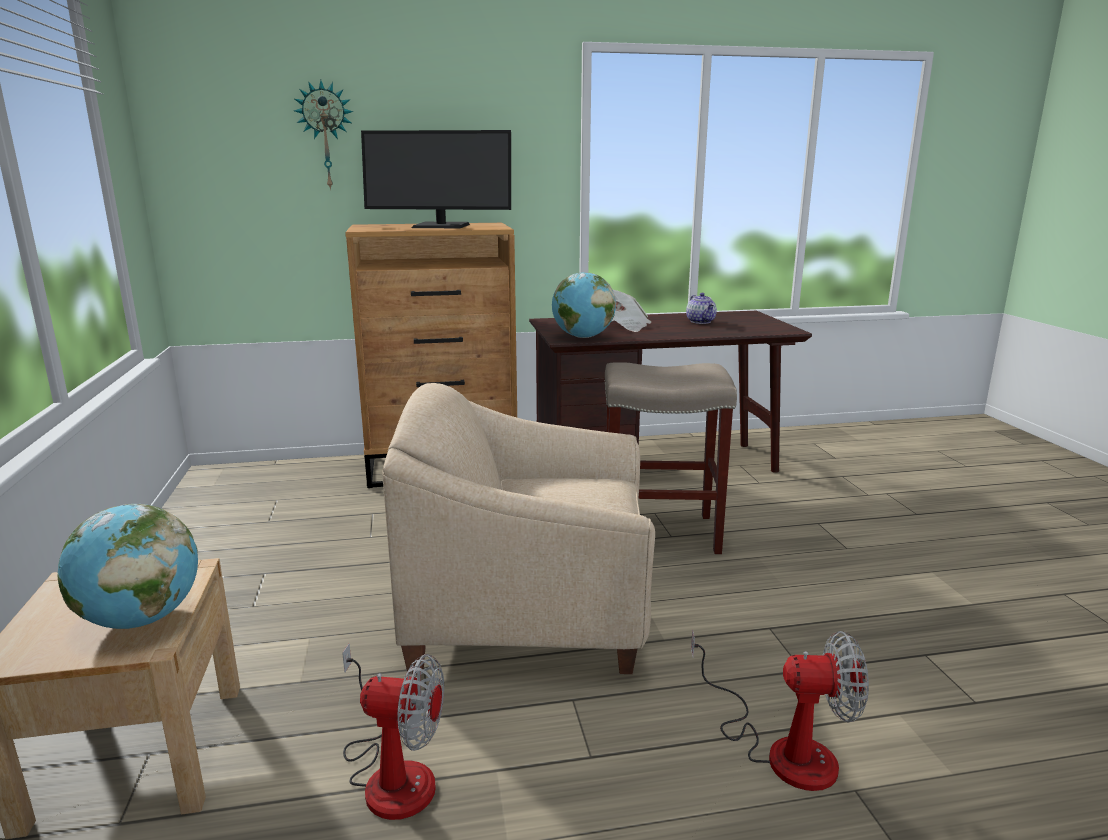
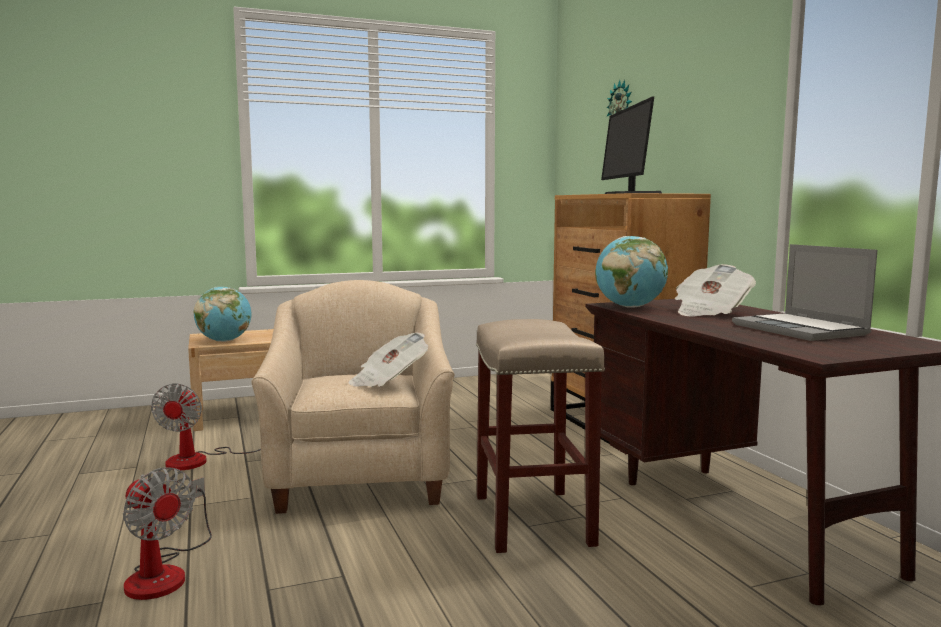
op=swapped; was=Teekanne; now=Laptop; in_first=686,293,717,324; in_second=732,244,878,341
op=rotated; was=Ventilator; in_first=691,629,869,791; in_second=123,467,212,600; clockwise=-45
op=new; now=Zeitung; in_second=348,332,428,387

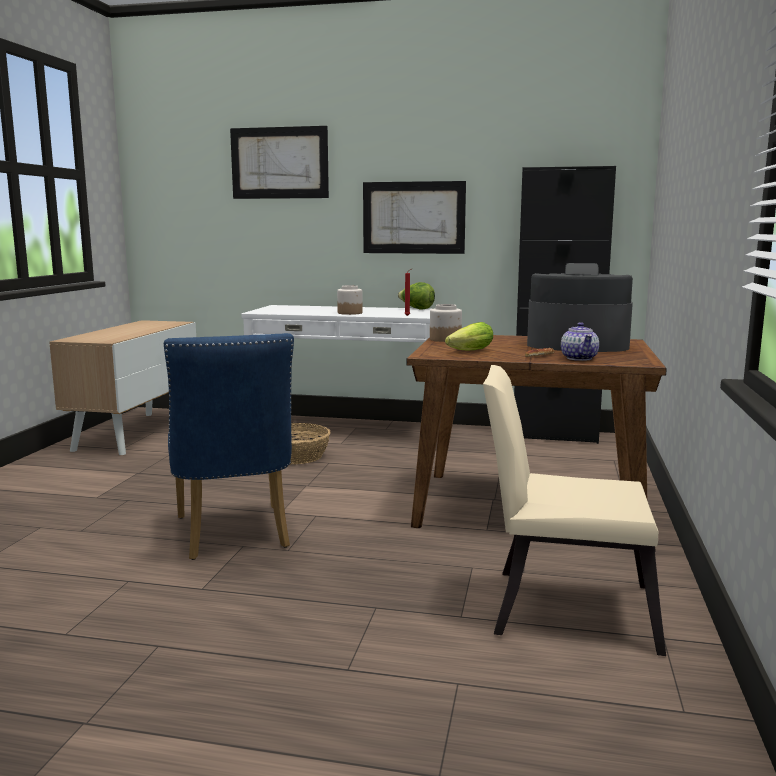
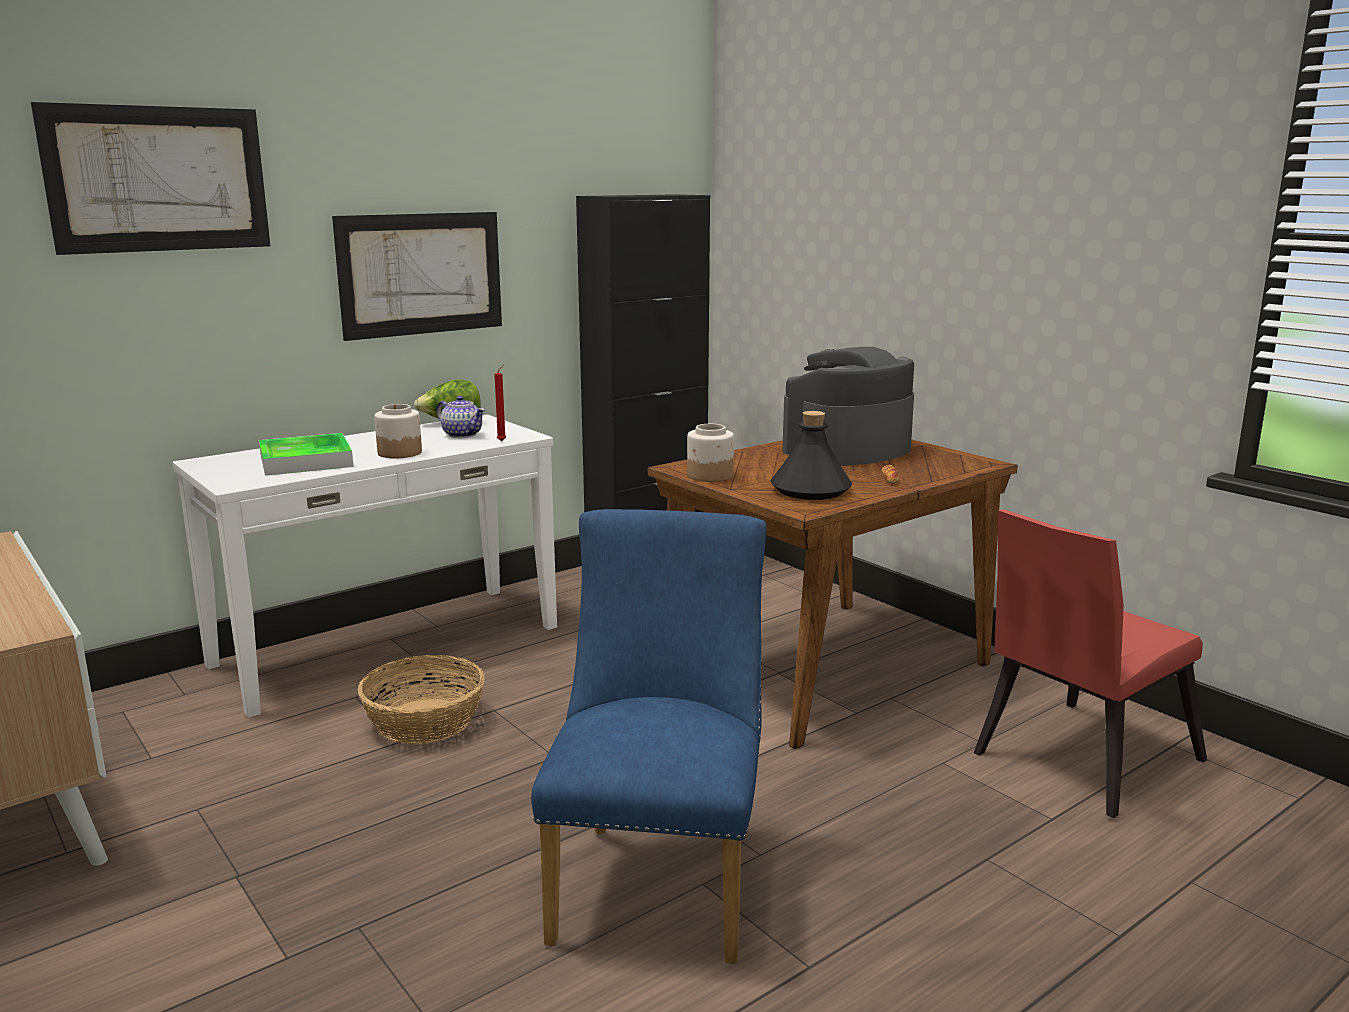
op=rotated; was=Stuhl (blau); in_first=164,333,294,560; in_second=531,509,767,964; clockwise=-105
op=swapped; was=Salatkopf; now=Flasche (schwarz); in_first=445,322,493,351; in_second=770,411,852,500
op=repainted; was=Stuhl (beige); now=Stuhl (rot); in_first=483,365,666,656; in_second=974,510,1207,818
op=shifted; was=Teekanne; in_first=561,322,599,361; in_second=437,396,485,438
op=new; now=Tablett; in_second=259,433,354,476

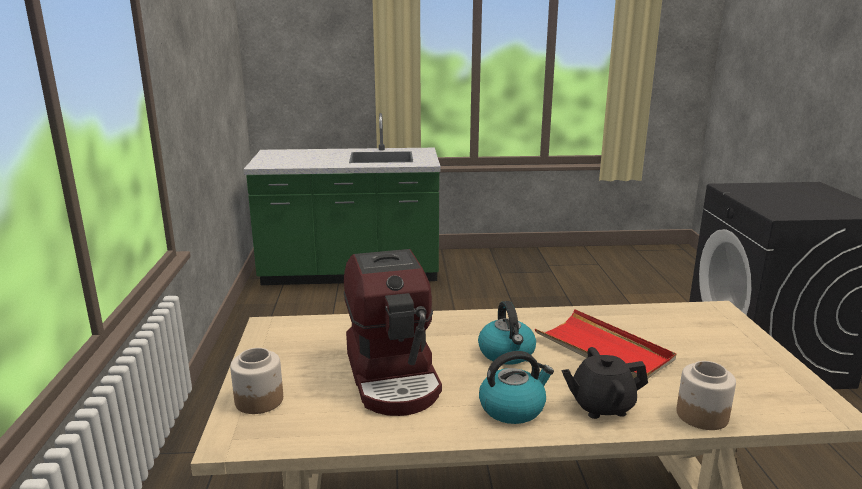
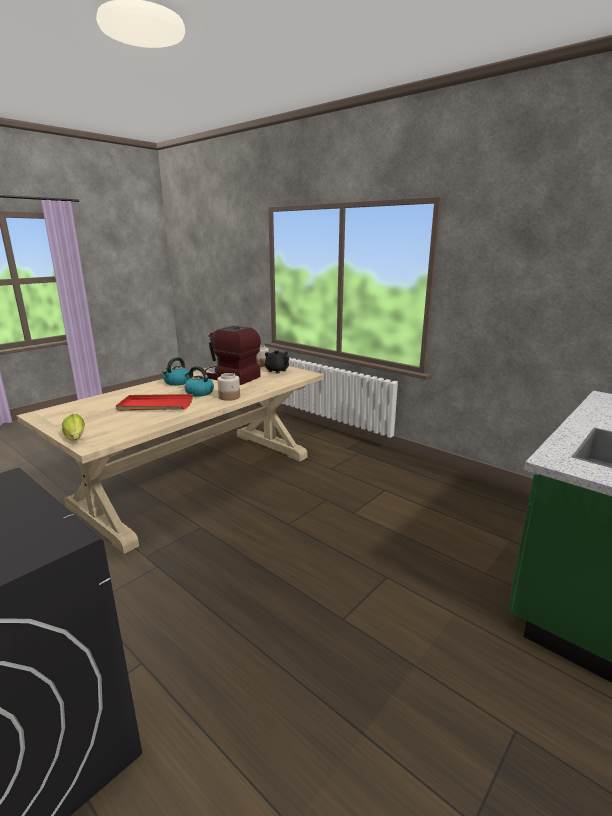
op=shifted; was=Teekanne (schwarz); in_first=562,347,648,419; in_second=265,350,289,373
op=shifted; was=Vorratsglas; in_first=676,361,736,430; in_second=217,373,240,401
op=new; now=Salatkopf; in_second=62,414,85,441

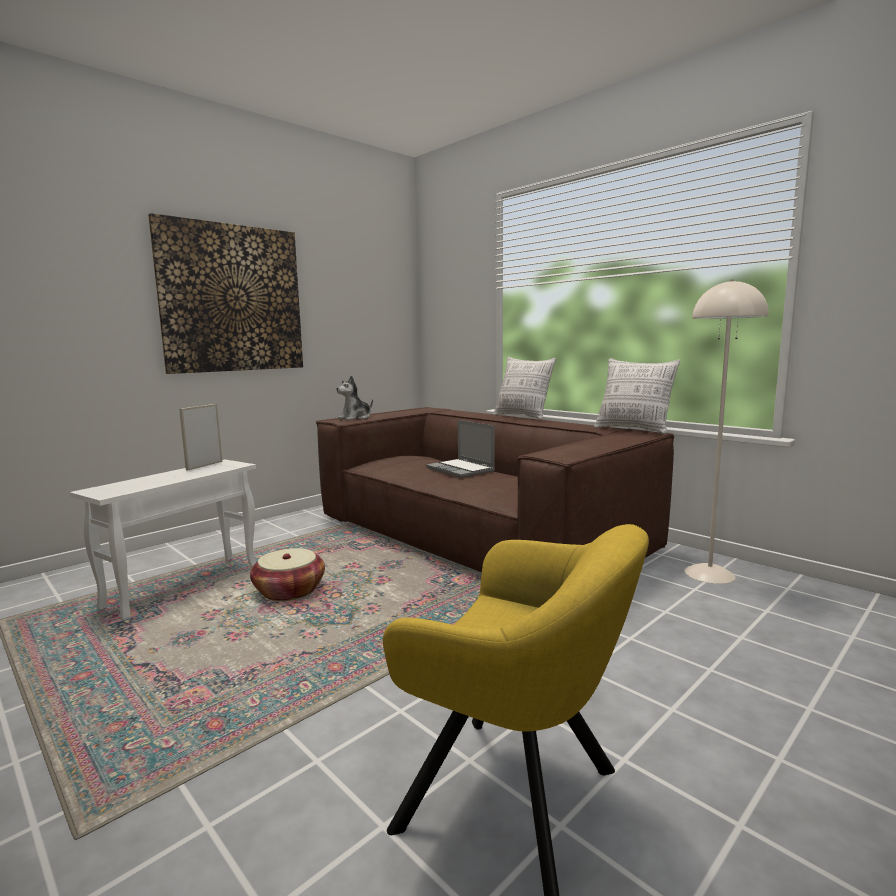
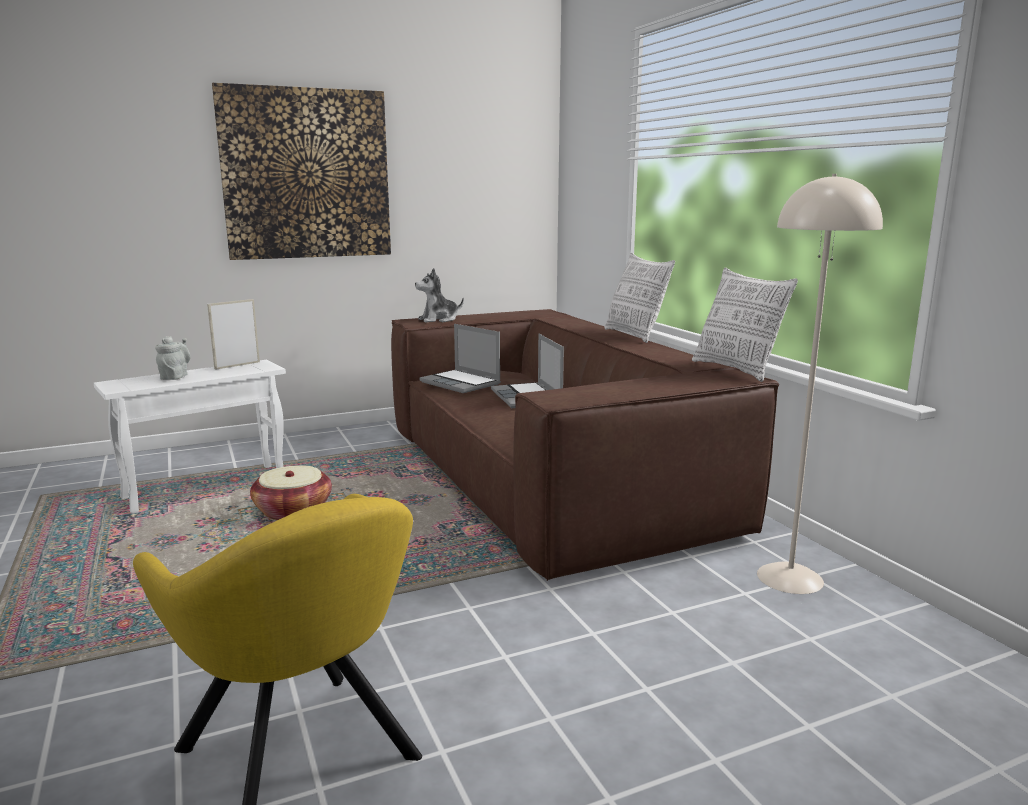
op=new; now=Teekanne (grau); in_second=155,336,191,380
op=new; now=Laptop; in_second=419,324,501,393

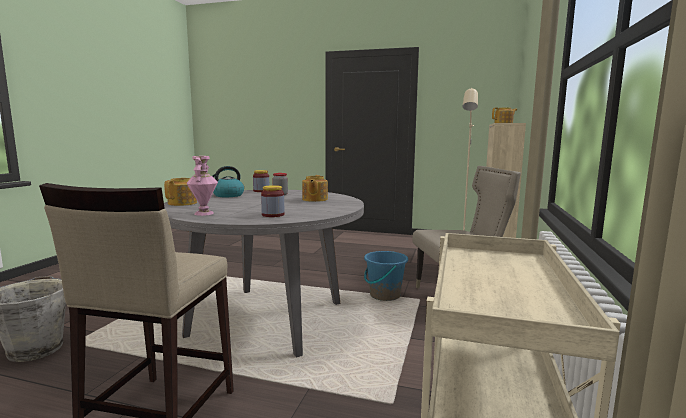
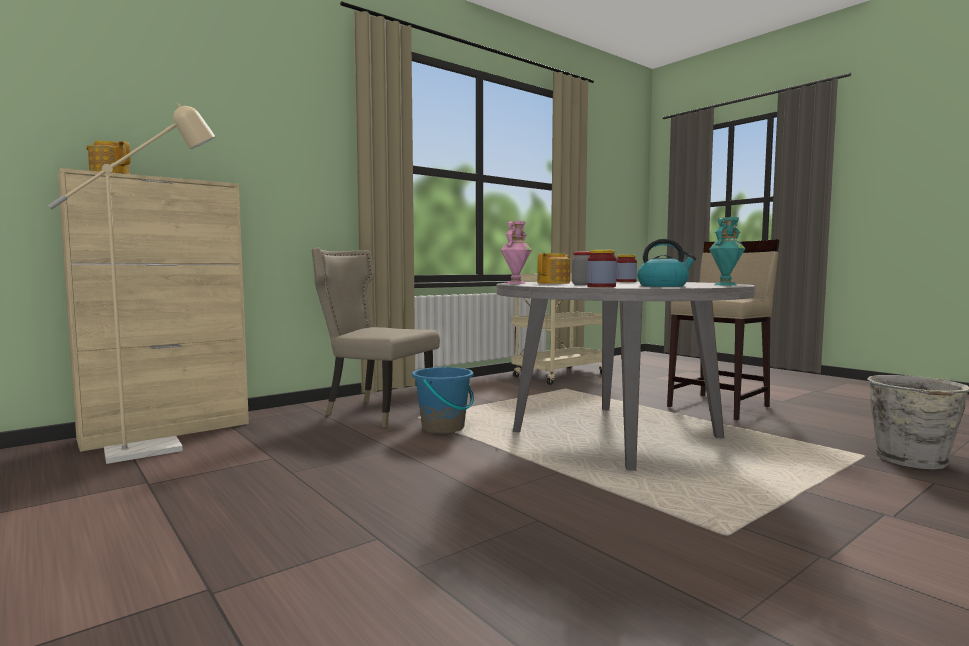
op=swapped; was=Teekanne; now=Vase (türkis); in_first=164,178,197,206; in_second=709,217,746,285
op=shifted; was=Vase (rosa); in_first=186,156,218,216; in_second=501,221,532,284

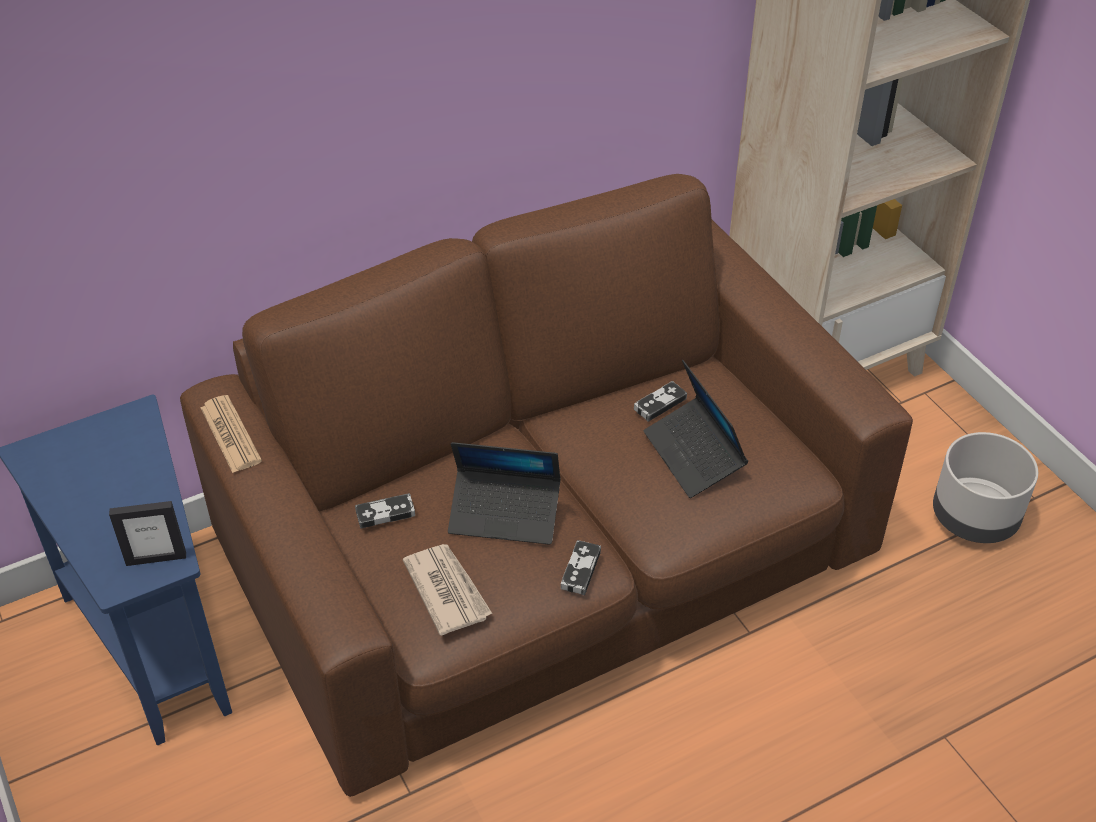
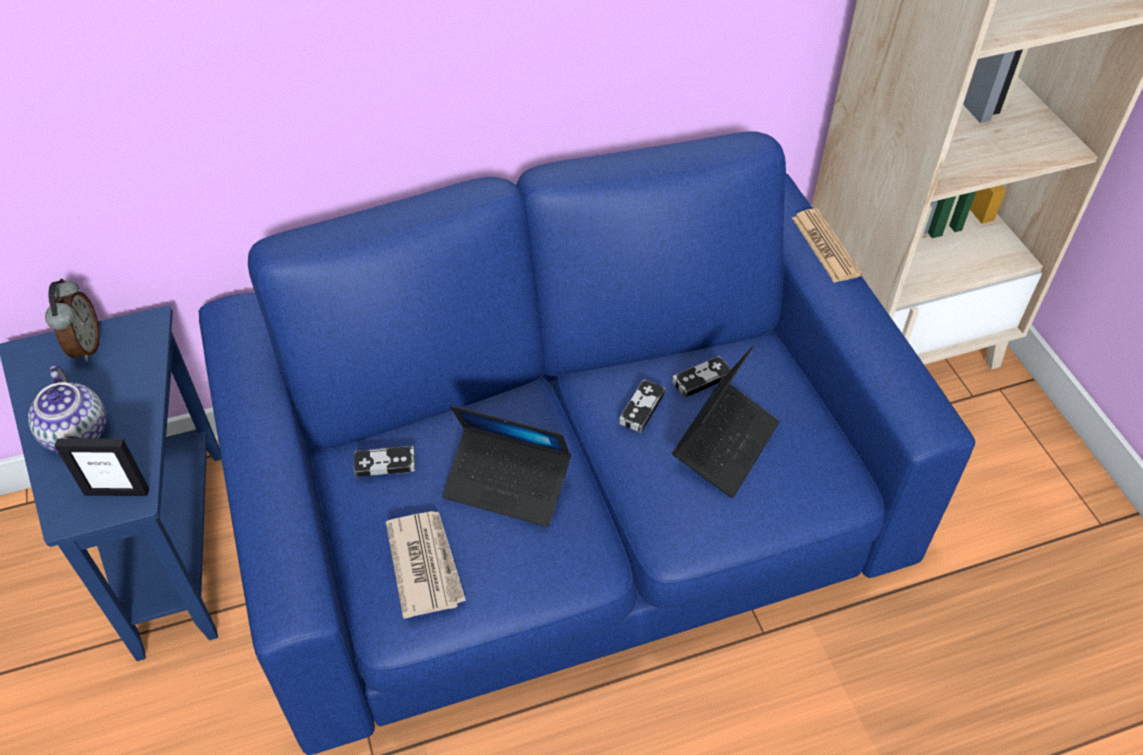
op=repainted; was=Sofa (braun); now=Sofa (blau); in_first=180,174,913,797; in_second=199,131,976,755
op=shifted; was=Zeitung; in_first=201,395,262,473; in_second=792,208,862,283
op=shifted; was=Gamepad; in_first=561,540,601,595; in_second=619,379,665,433
op=rotated; was=Laptop; in_first=644,360,748,498; in_second=672,346,779,498; clockwise=-135
op=gone; was=Pflanzkübel (grau); in_first=933,432,1038,543
op=new; now=Teekanne; in_second=28,365,107,453
op=new; now=Wecker; in_second=45,279,100,362

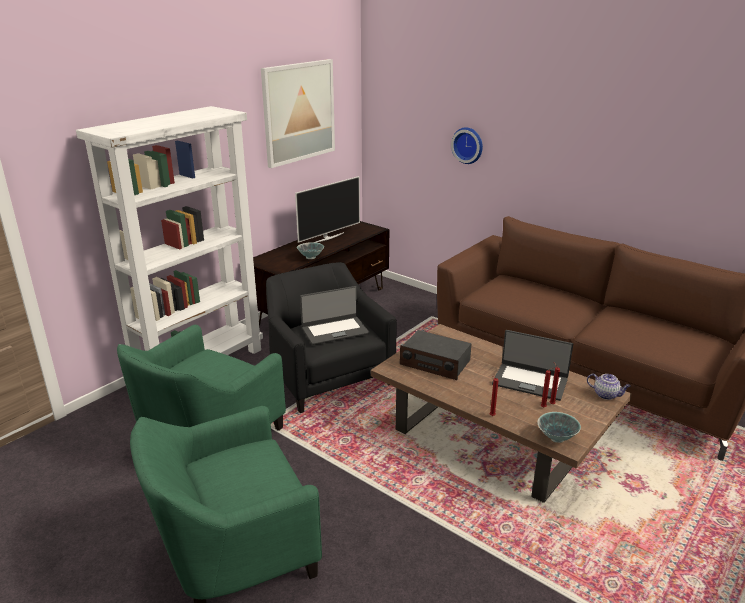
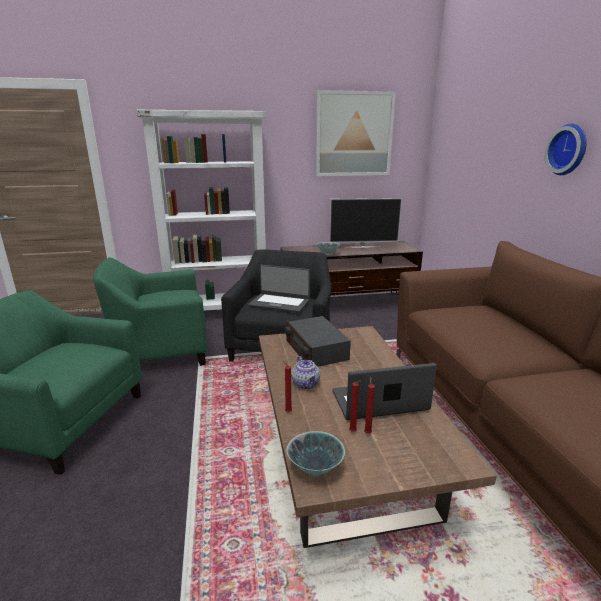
op=shifted; was=Wanduhr; in_first=451,127,483,164; in_second=545,124,587,175
op=rotated; was=Laptop; in_first=492,330,573,401; in_second=333,363,437,420; clockwise=105
op=shifted; was=Teekanne; in_first=587,373,631,400; in_second=292,356,320,389

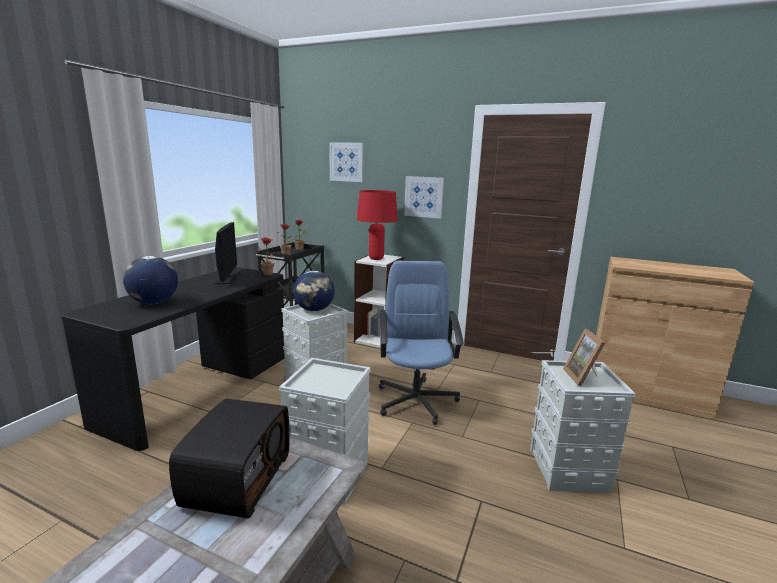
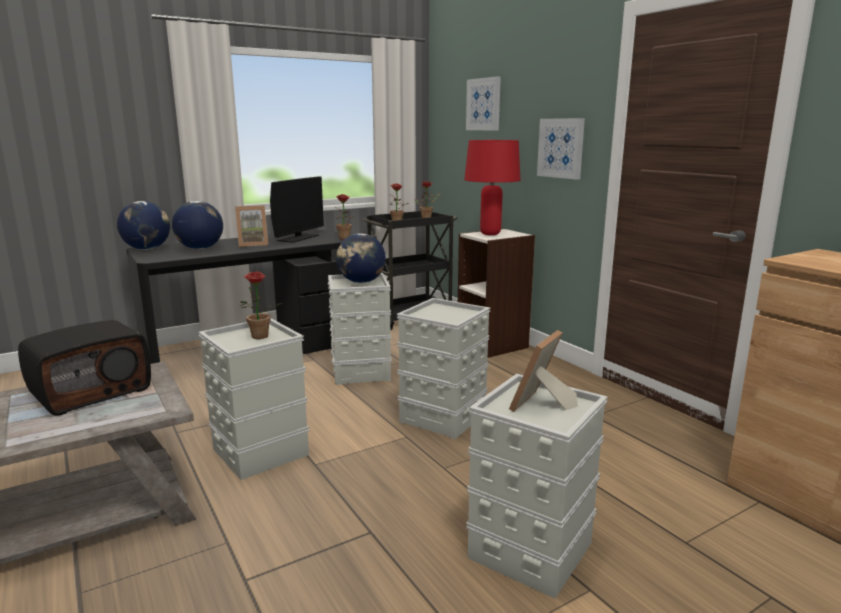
op=swapped; was=Bürostuhl (blau); now=Aufbewahrungsbox (grau); in_first=379,261,464,425; in_second=397,298,490,439
op=new; now=Globus; in_second=117,201,170,250
op=new; now=Bilderrahmen; in_second=235,205,268,247
op=new; now=Topfpflanze; in_second=240,271,282,339

